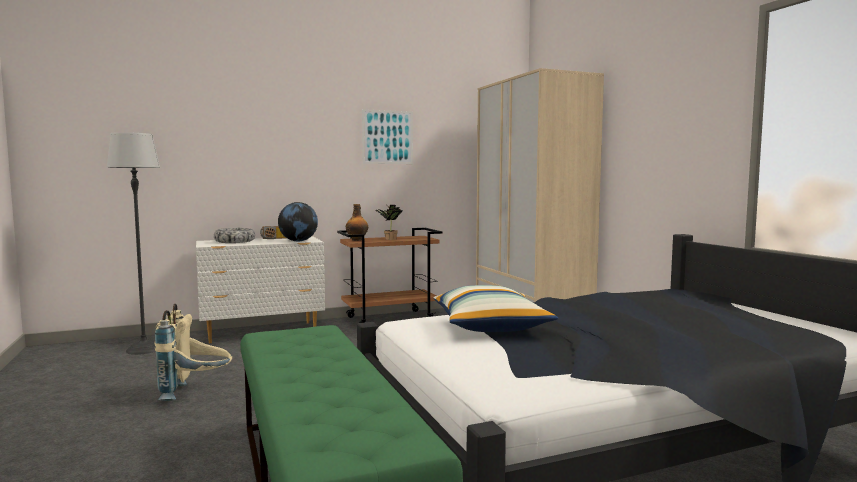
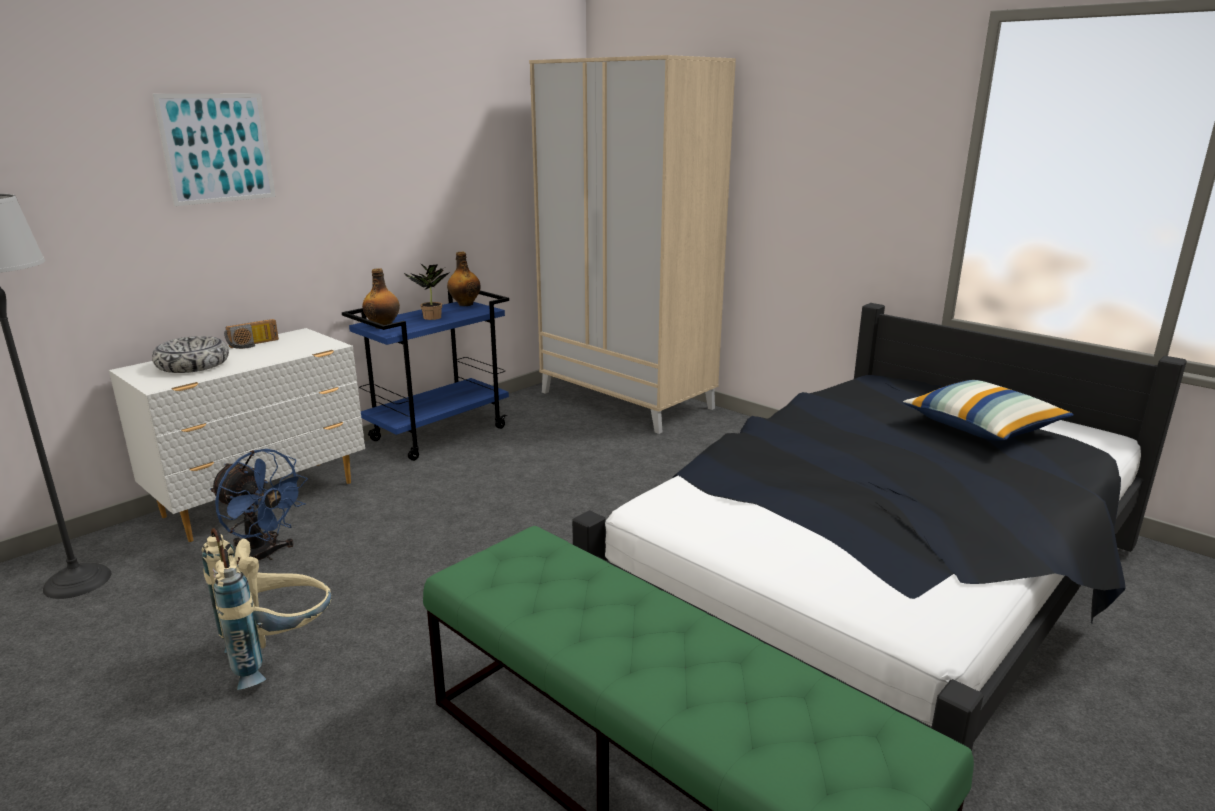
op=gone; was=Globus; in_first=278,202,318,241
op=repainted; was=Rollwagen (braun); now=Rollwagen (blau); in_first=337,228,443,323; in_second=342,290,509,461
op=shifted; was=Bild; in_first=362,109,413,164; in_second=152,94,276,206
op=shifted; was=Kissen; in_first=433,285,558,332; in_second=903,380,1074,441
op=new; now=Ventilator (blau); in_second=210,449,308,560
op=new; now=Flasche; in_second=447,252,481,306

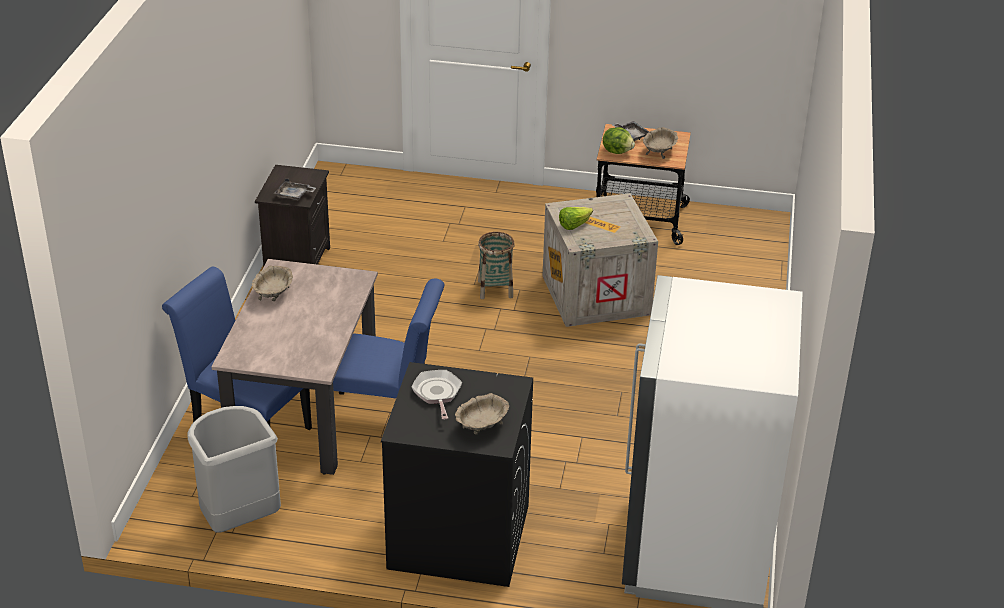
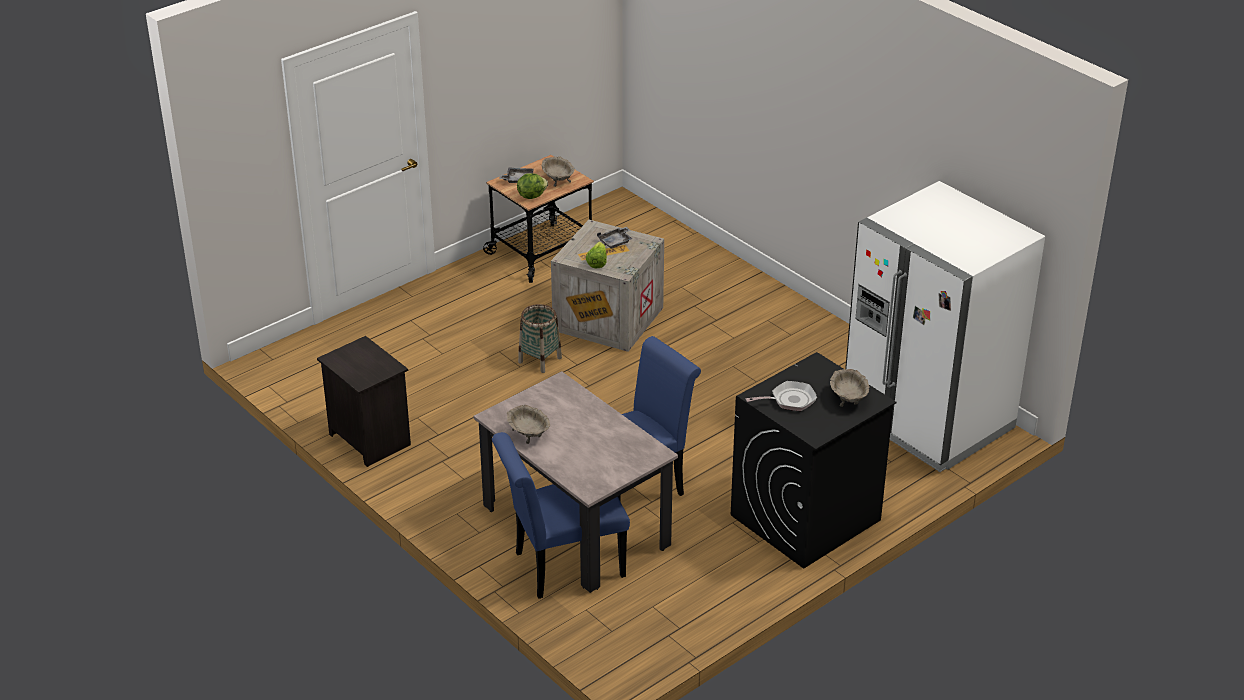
op=gone; was=Mülleimer (grau); in_first=187,406,281,533
op=shifted; was=Tablett (grau); in_first=273,179,316,200; in_second=597,227,632,249
op=rotated; was=Pfanne; in_first=412,370,462,419; in_second=746,381,817,411; clockwise=135

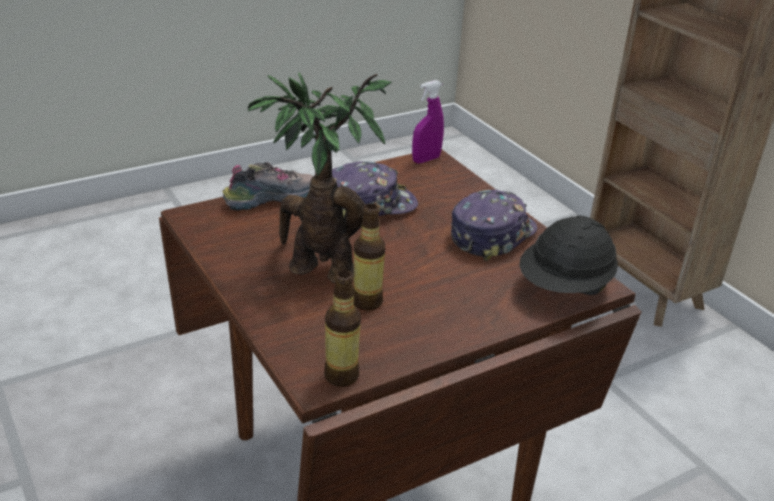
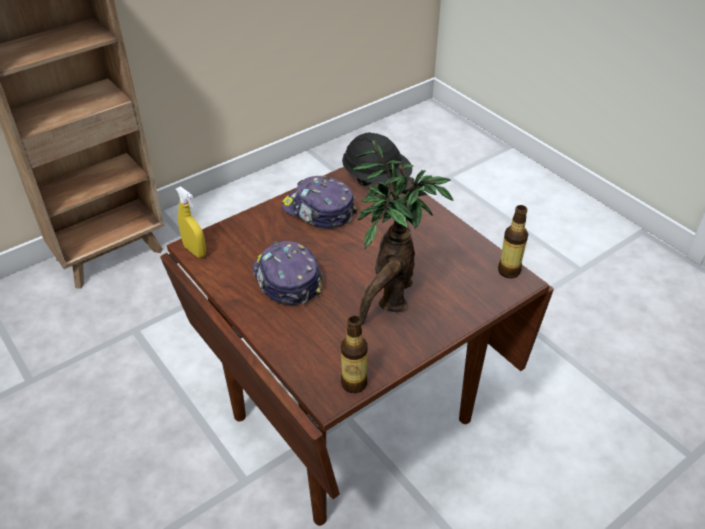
op=gone; was=Schuh; in_first=222,162,313,211
op=shifted; was=Flasche; in_first=353,203,385,310; in_second=341,316,368,393
op=repainted; was=Sprühflasche (lila); now=Sprühflasche (gelb); in_first=412,80,444,163; in_second=176,186,206,258

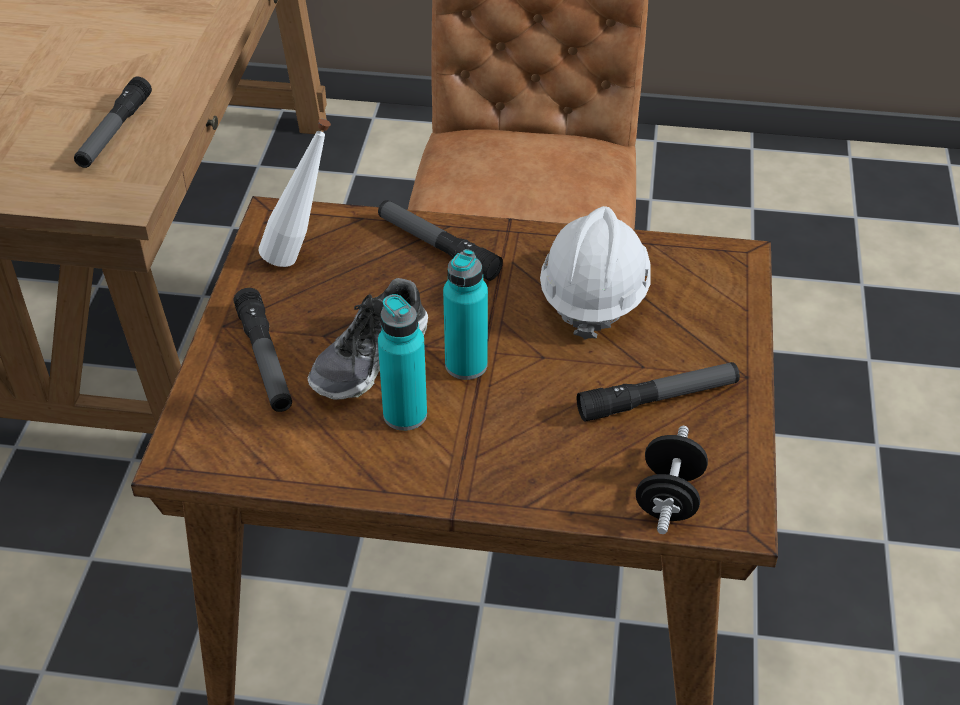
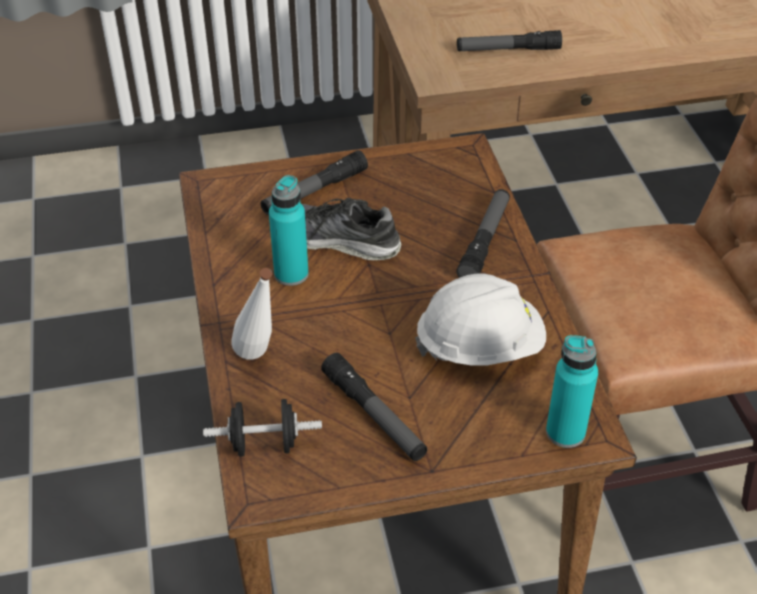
op=shifted; was=Flasche (weiß); in_first=259,119,331,267; in_second=232,268,272,360
op=shifted; was=Flasche (türkis); in_first=443,249,488,380; in_second=546,335,598,448

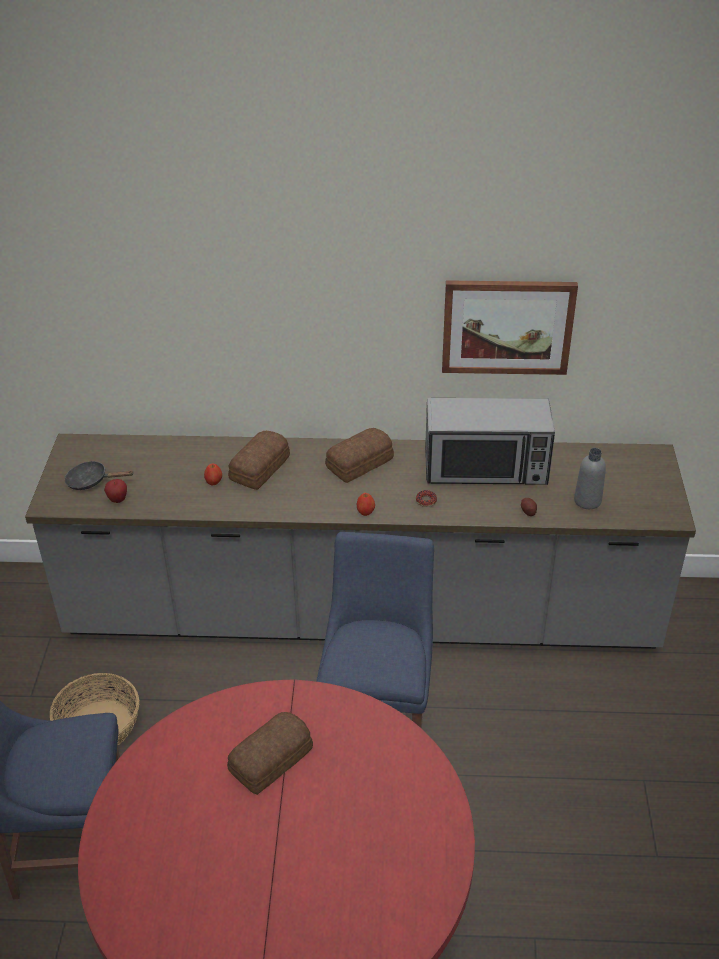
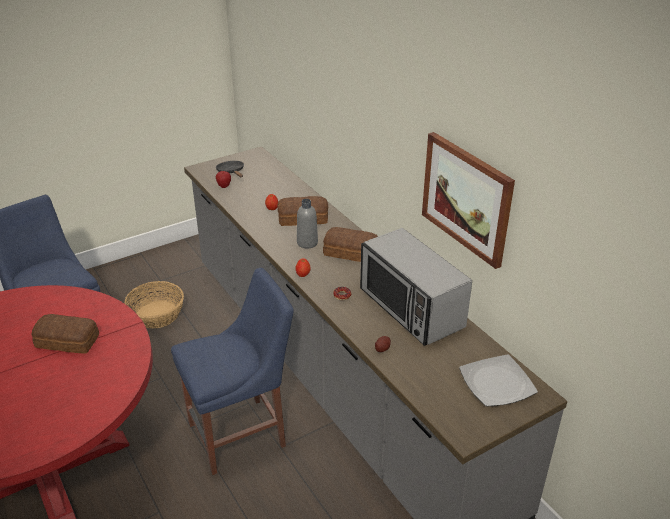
op=shifted; was=Flasche (grau); in_first=574,448,606,509; in_second=297,199,318,248
op=new; now=Teller; in_second=459,354,538,407

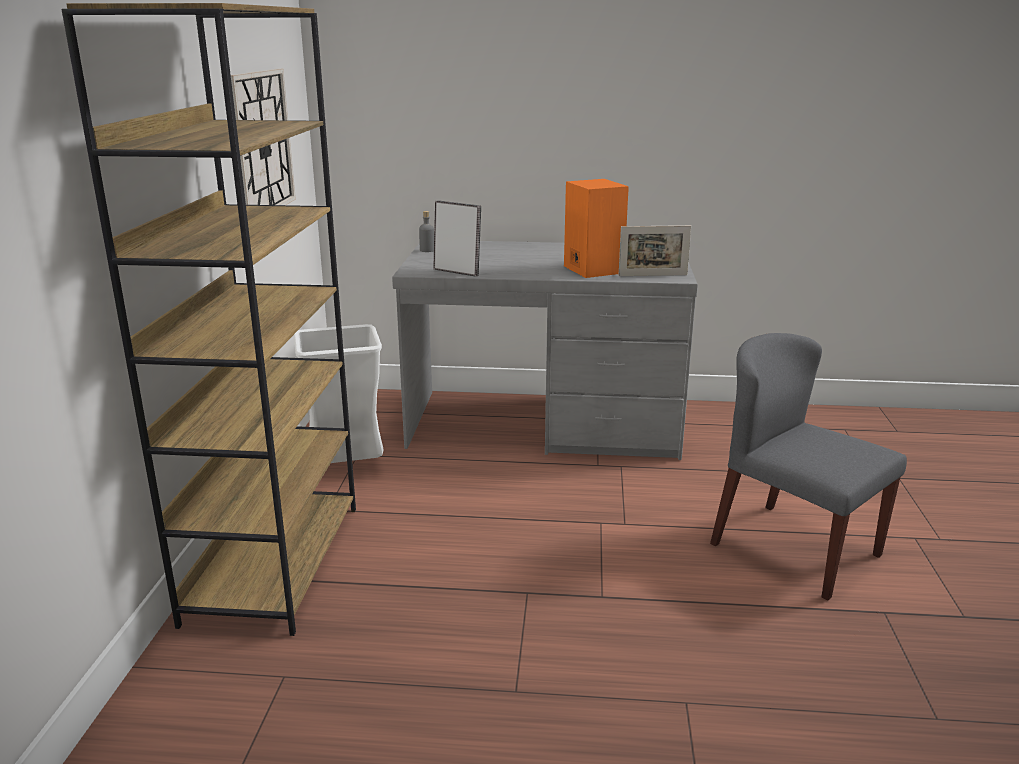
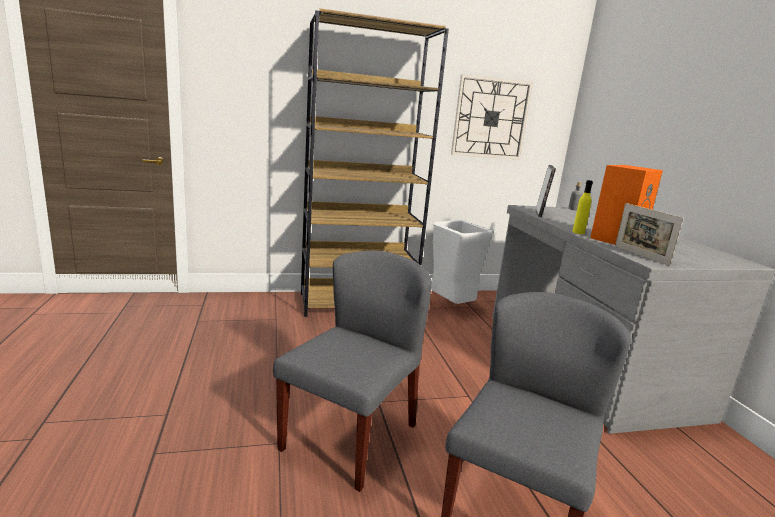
op=new; now=Stuhl (grau); in_second=273,251,432,492
op=new; now=Flasche (gelb); in_second=572,180,593,234

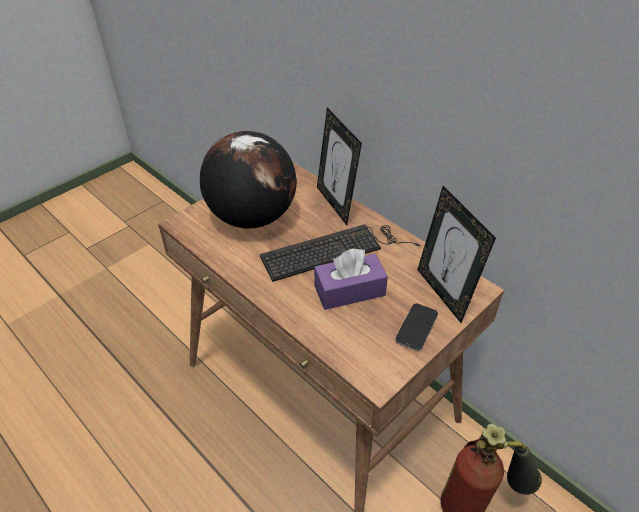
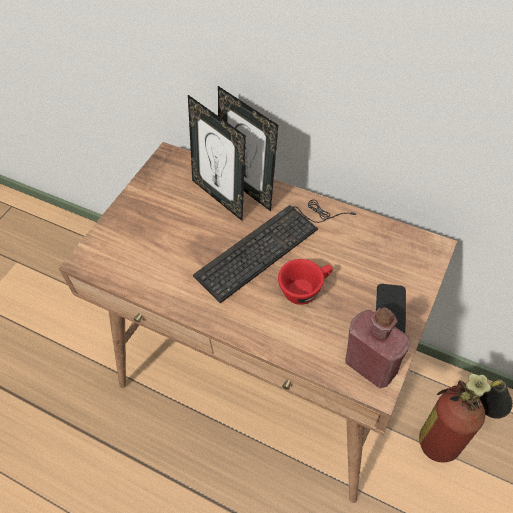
op=gone; was=Globus; in_first=200,131,297,228
op=swapped; was=Taschentuchbox (lila); now=Tasse (rot); in_first=314,248,388,310; in_second=278,259,333,305
op=shifted; was=Bilderrahmen; in_first=417,186,496,323; in_second=188,95,246,221
op=new; now=Flasche (rot); in_second=345,307,410,389

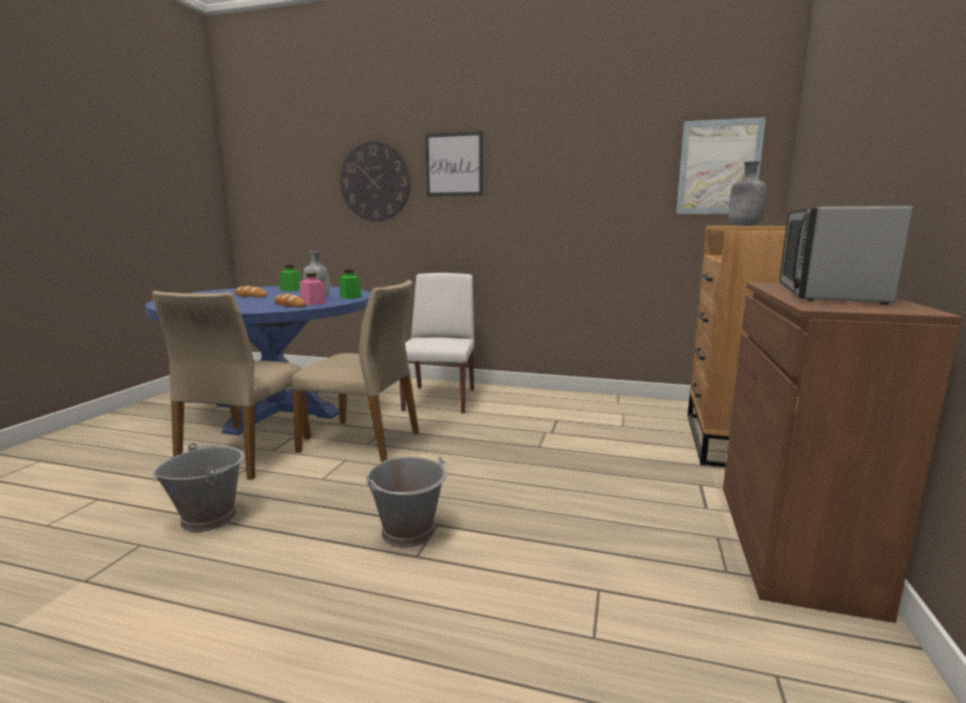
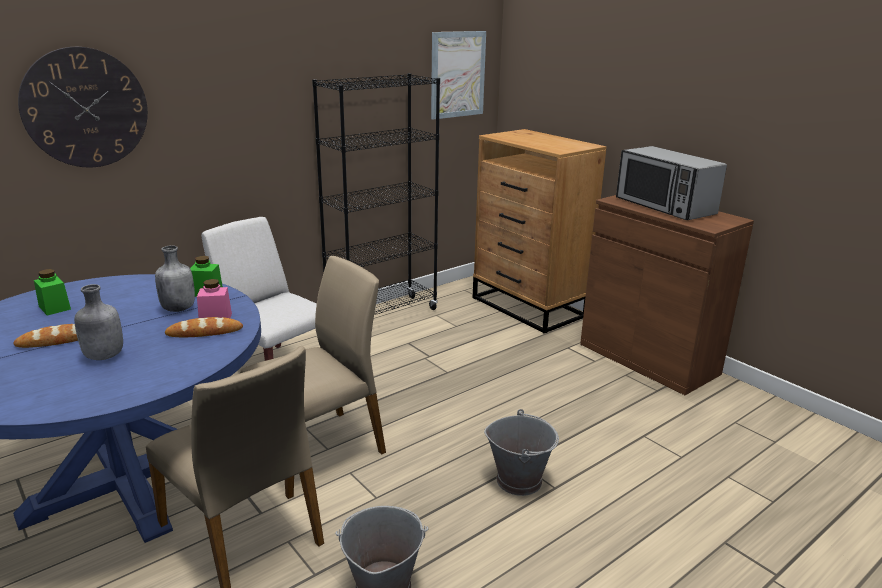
op=gone; was=Bild; in_first=425,131,483,196
op=shifted; was=Flasche (grau); in_first=729,161,767,226; in_second=74,284,123,360
op=new; now=Bücherregal (schwarz); in_second=312,73,440,315

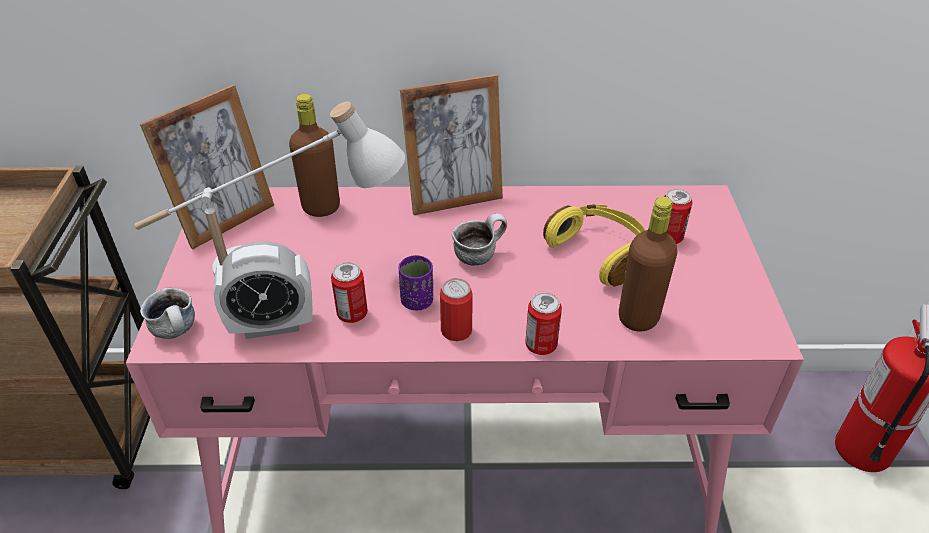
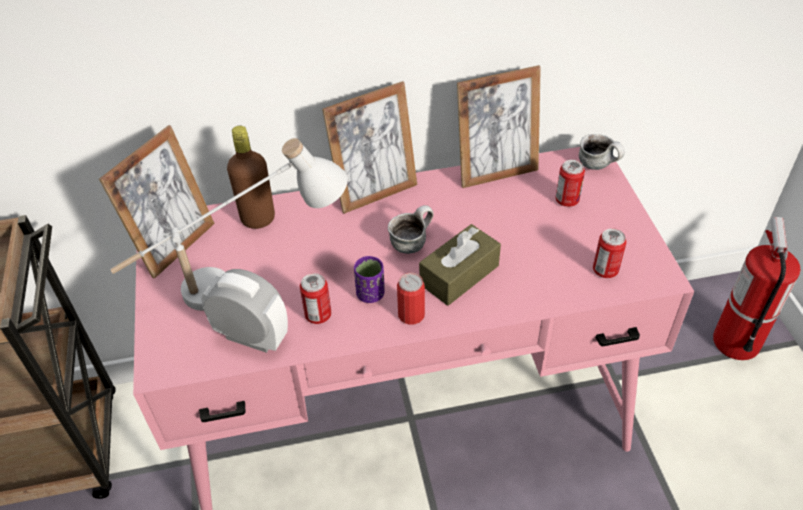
op=shifted; was=Henkelbecher; in_first=140,288,195,339; in_second=579,134,625,170
op=rotated; was=Wecker; in_first=214,241,313,339; in_second=201,269,288,353; clockwise=-135
op=shifted; was=Dose; in_first=525,293,562,355; in_second=593,228,627,278
op=gone; was=Kopfhörer (gelb); in_first=543,204,646,287
op=gone; was=Flasche (braun); in_first=619,197,677,332
op=new; now=Taschentuchbox (braun); in_second=419,224,501,306
op=new; now=Bilderrahmen; in_second=457,65,541,188

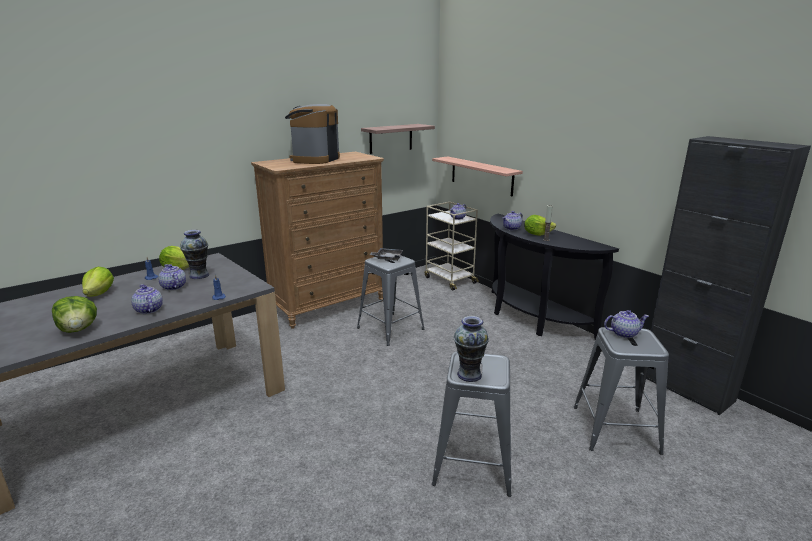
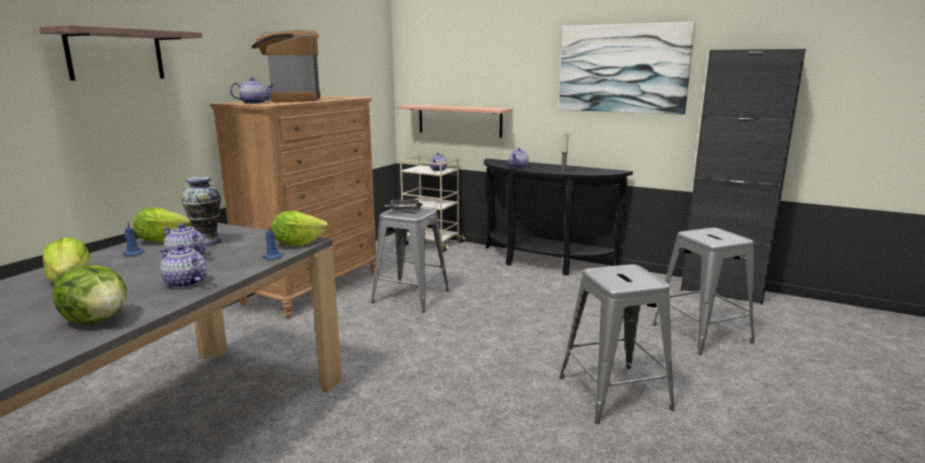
op=shifted; was=Wandregal; in_first=361,124,435,154; in_second=39,25,202,81
op=gone; was=Vase; in_first=454,316,489,382
op=shifted; was=Salatkopf; in_first=524,215,556,236; in_second=271,211,328,246
op=shifted; was=Teekanne; in_first=604,310,649,338; in_second=230,77,274,104
op=new; now=Bild; in_second=559,22,695,115

